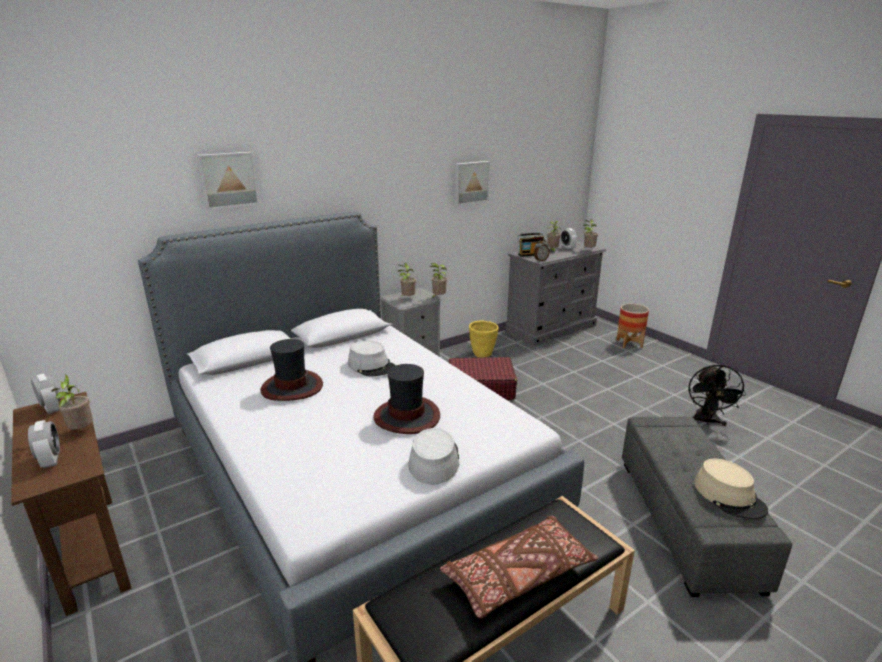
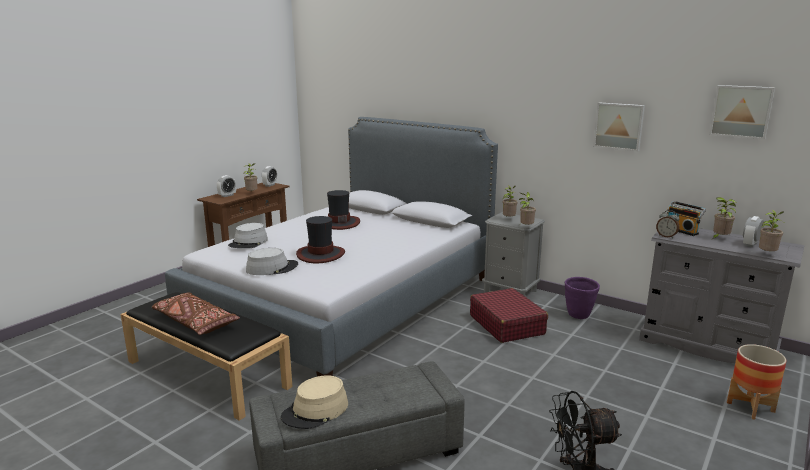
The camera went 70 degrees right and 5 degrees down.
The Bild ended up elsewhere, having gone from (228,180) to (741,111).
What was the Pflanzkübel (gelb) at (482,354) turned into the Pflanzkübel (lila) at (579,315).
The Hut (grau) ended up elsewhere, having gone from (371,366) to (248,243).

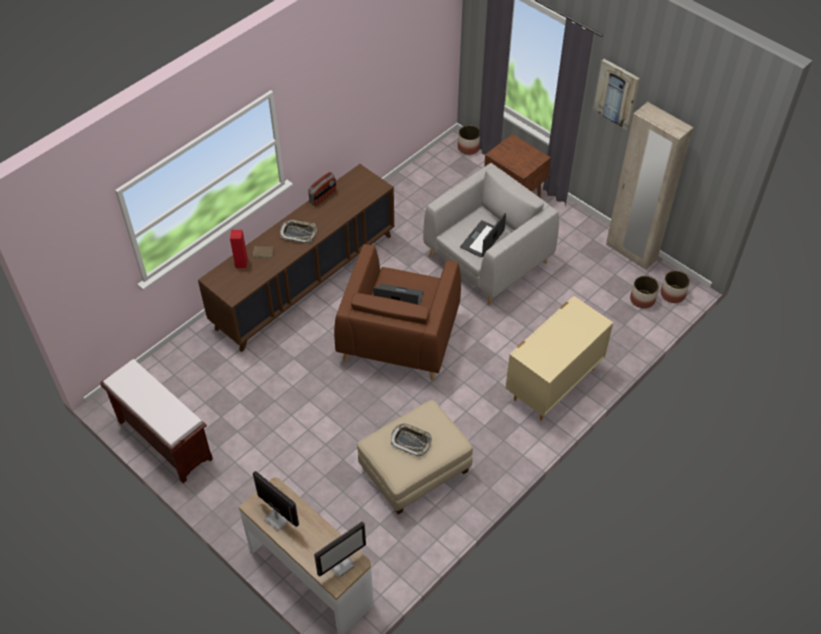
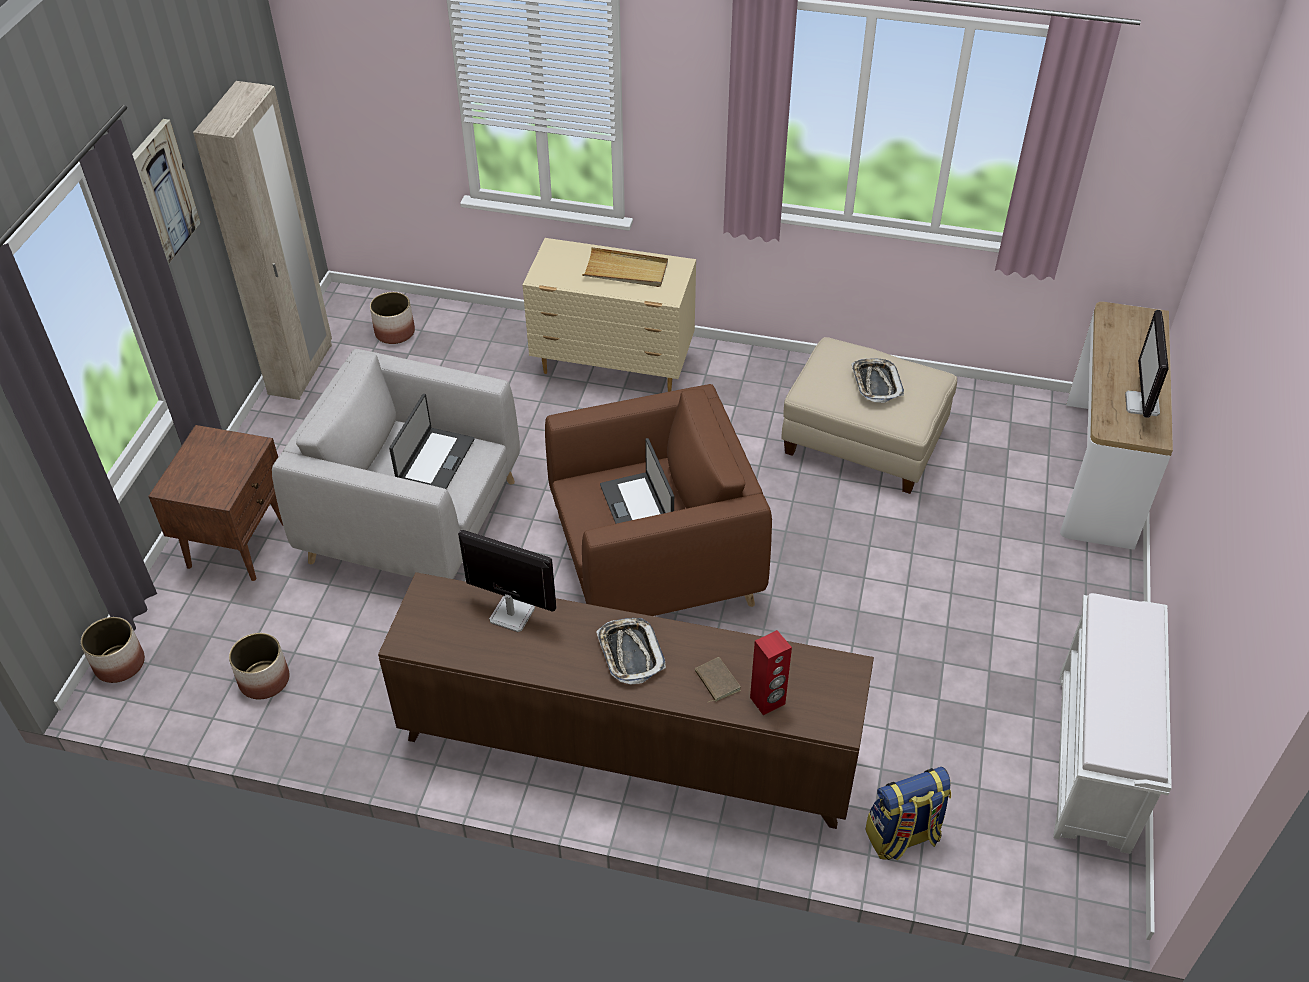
The camera went 120 degrees left and 5 degrees down.
The second view lost the Radio at (323,197).
The Laptop at (482,240) ended up facing another way, 75 degrees counterclockwise from before.
The Pflanzkübel ended up elsewhere, having gone from (672,294) to (265,680).
What was the Bank (braun) at (163,440) turned into the Bank (weiß) at (1094,761).
The Monitor ended up elsewhere, having gone from (341,563) to (511,614).
The second view gained the Tablett (beige) at (626,271).
The second view gained the Rucksack at (902,836).

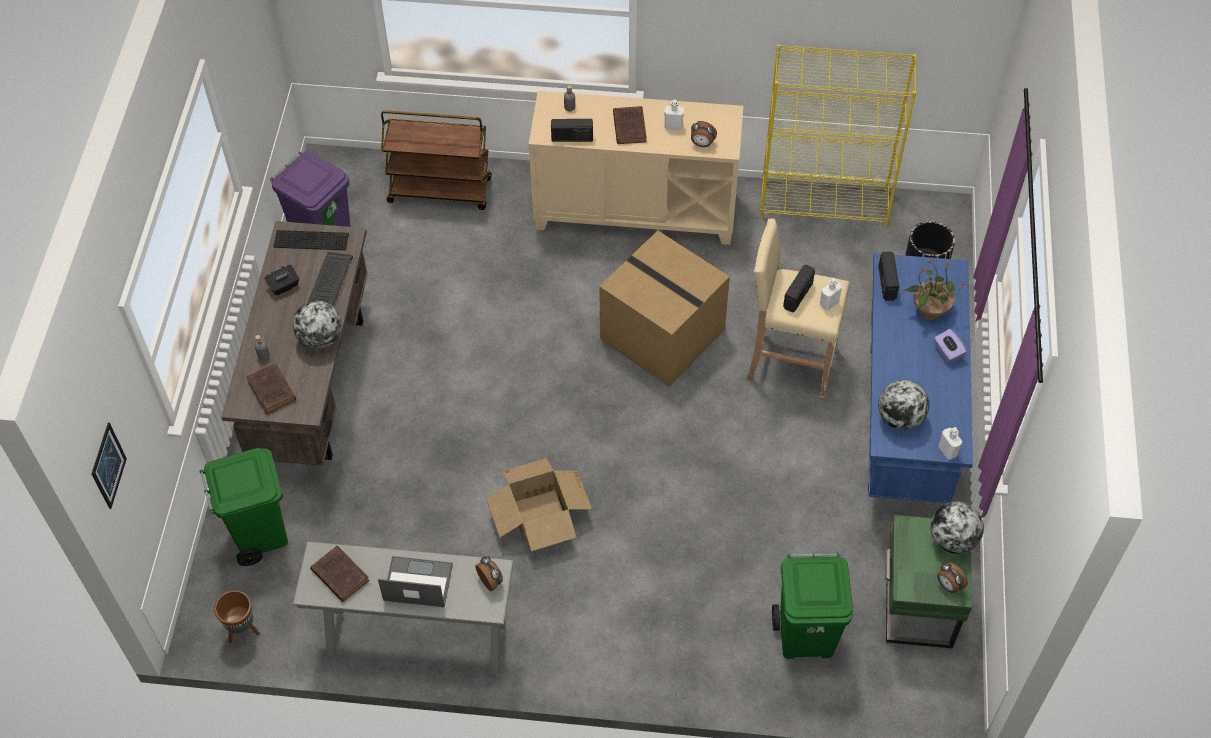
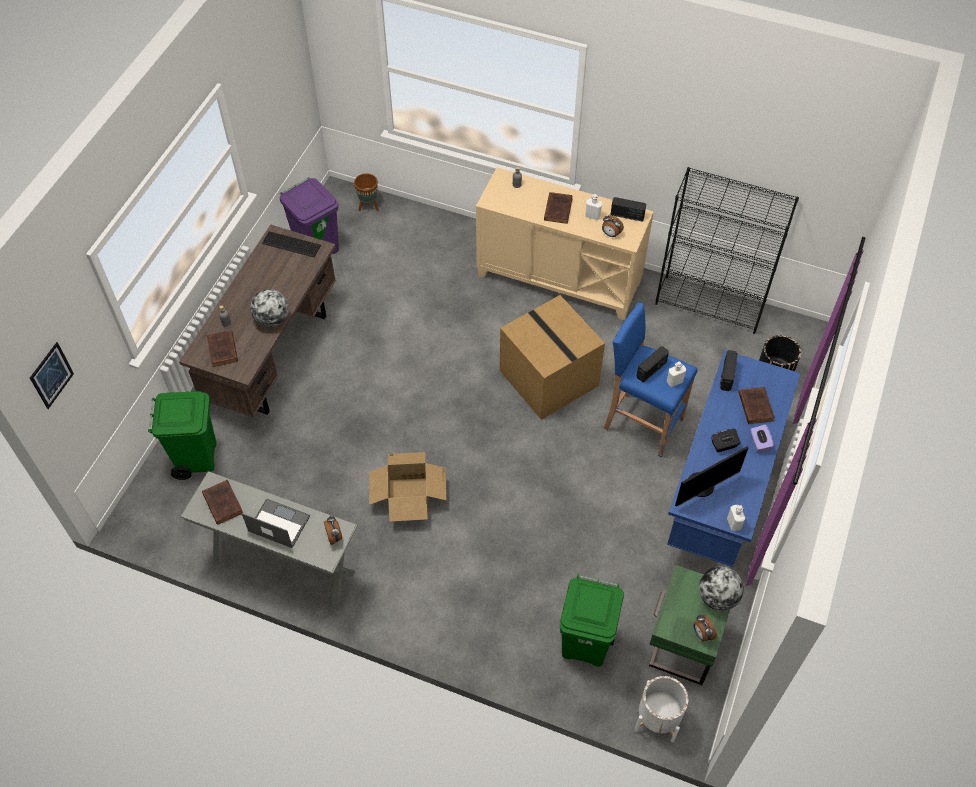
The camera went 15 degrees right and 0 degrees up.
What was the Bücherregal (gelb) at (825,203) turned into the Bücherregal (schwarz) at (710,304).
The second view lost the Rollwagen (braun) at (441,190).
The Radio ended up elsewhere, having gone from (572,138) to (627,215).
What was the Hocker (beige) at (789,363) turned into the Hocker (blau) at (641,423).
The second view lost the Tastatur at (328,283).
Where the Topfpflanze stood at (929,310), the Buch (braun) came to stand at (755,406).
The Taschentuchbox (schwarz) ended up elsewhere, having gone from (284,286) to (724,445).
Where the Globus stood at (900,418), the Monitor came to stand at (702,487).
The Pflanzkübel (braun) ended up elsewhere, having gone from (242,630) to (368,206).
The second view gained the Pflanzkübel (weiß) at (658,718).

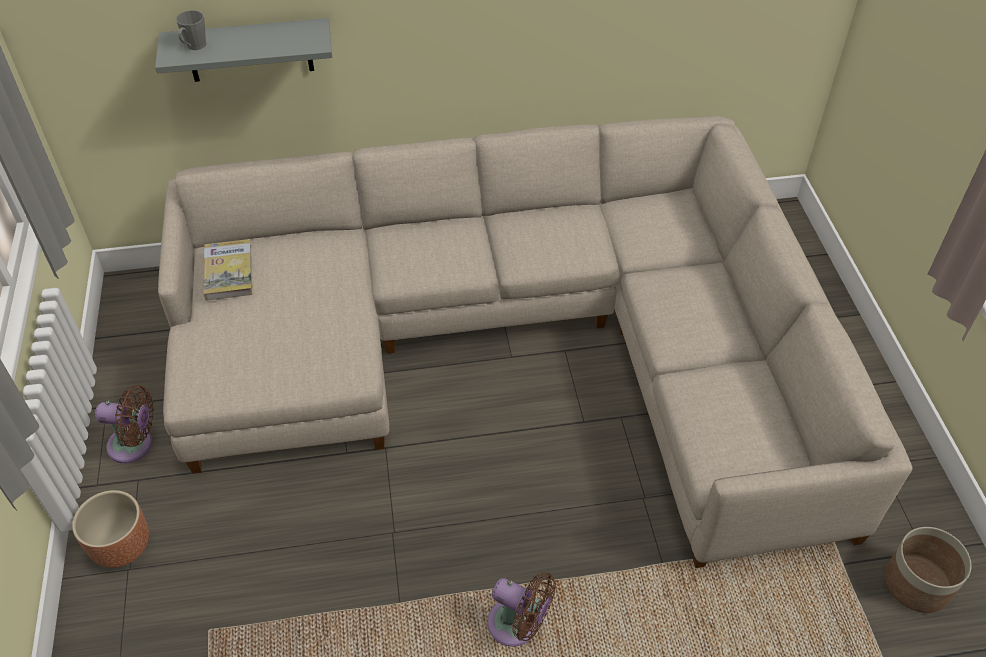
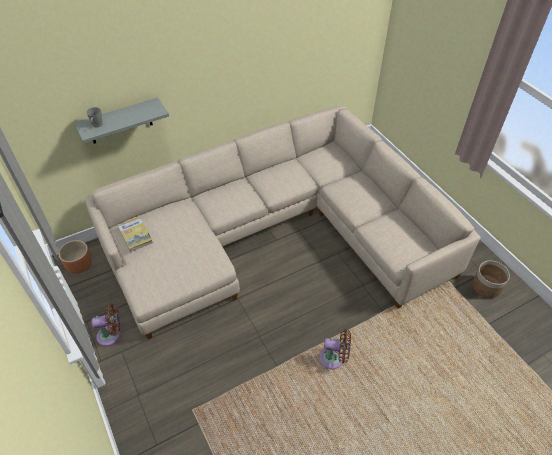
The camera went 20 degrees left and 0 degrees up.
The Pflanzkübel (braun) ended up elsewhere, having gone from (122,545) to (80,265).

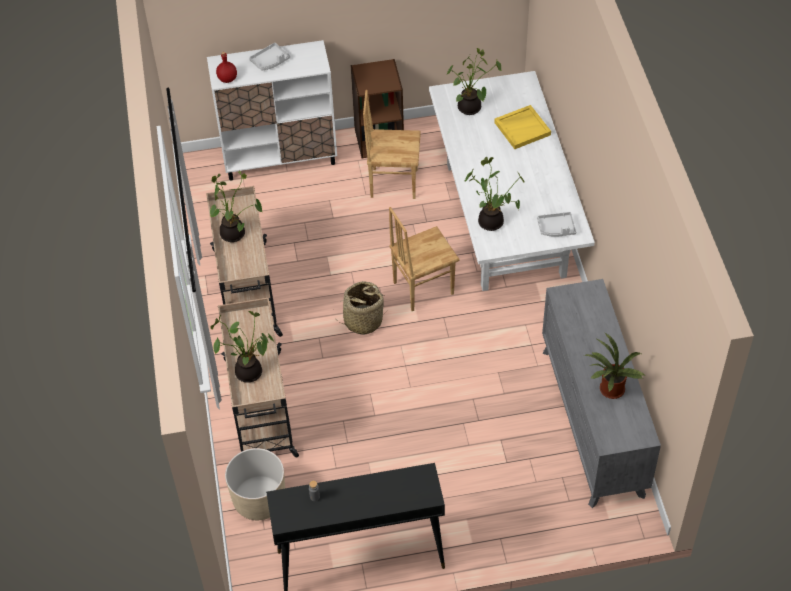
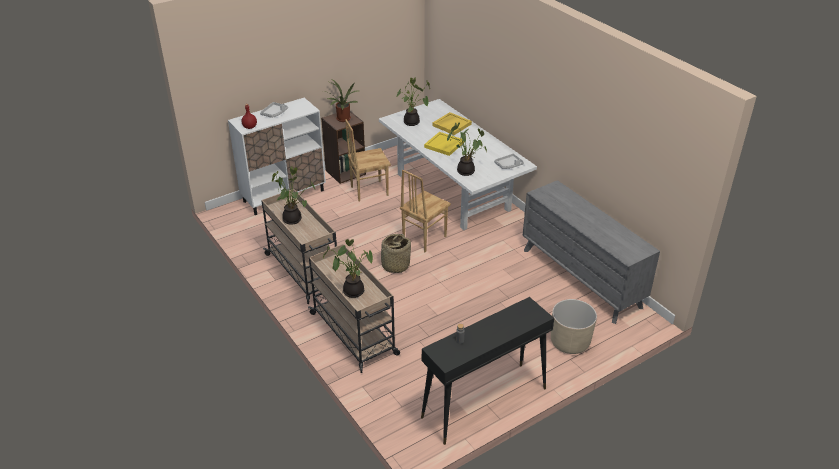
The camera went 25 degrees left and 15 degrees down.
The Topfpflanze ended up elsewhere, having gone from (610,391) to (342,119).
The Pflanzkübel (beige) ended up elsewhere, having gone from (259,500) to (570,342).
The second view gained the Tablett (gelb) at (444,145).

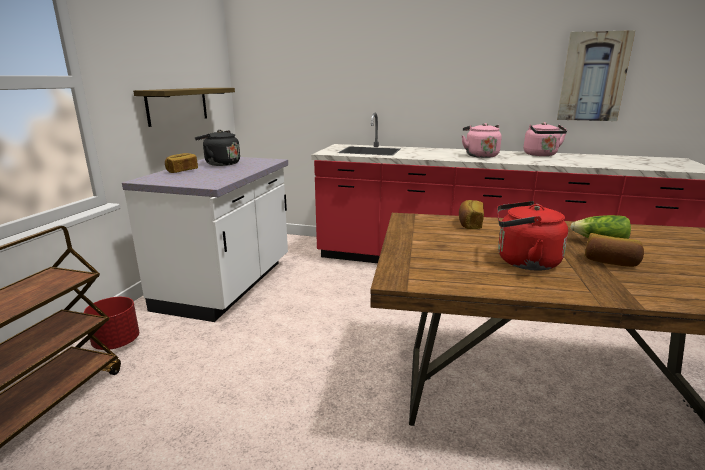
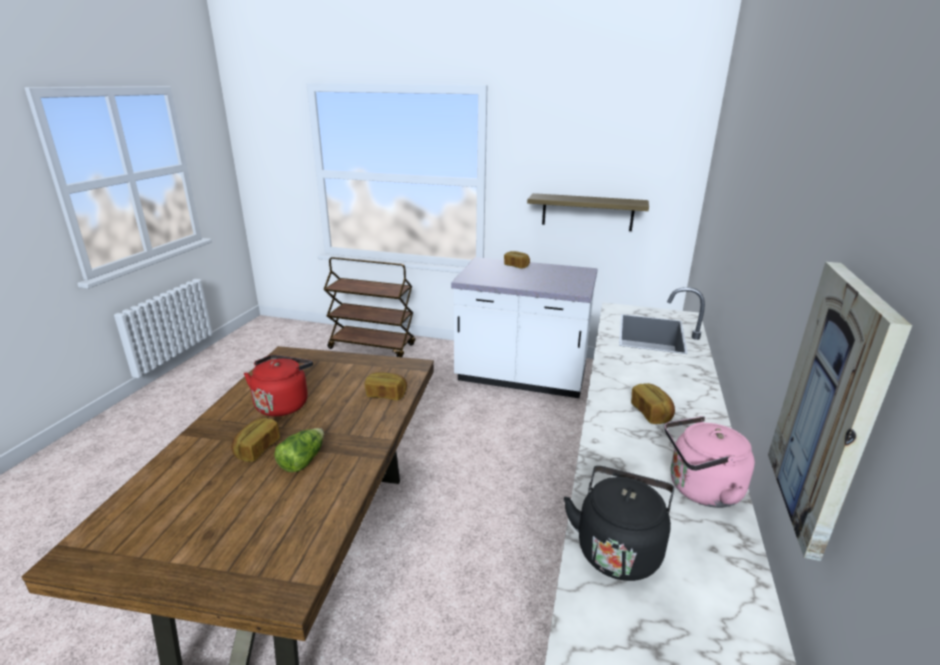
The camera went 90 degrees right and 5 degrees up.
Where the Wasserkessel (rosa) stood at (480,155), the Brot came to stand at (651,413).
The Wasserkessel (schwarz) ended up elsewhere, having gone from (220,164) to (618,549).
The second view lost the Pflanzkübel (rot) at (117,342).

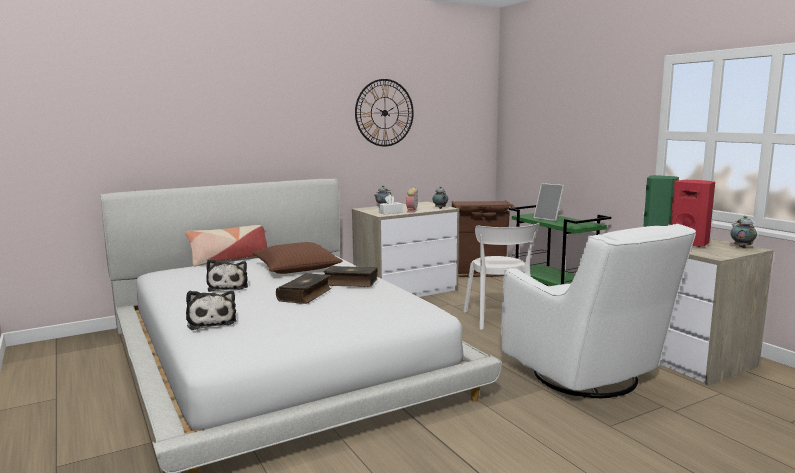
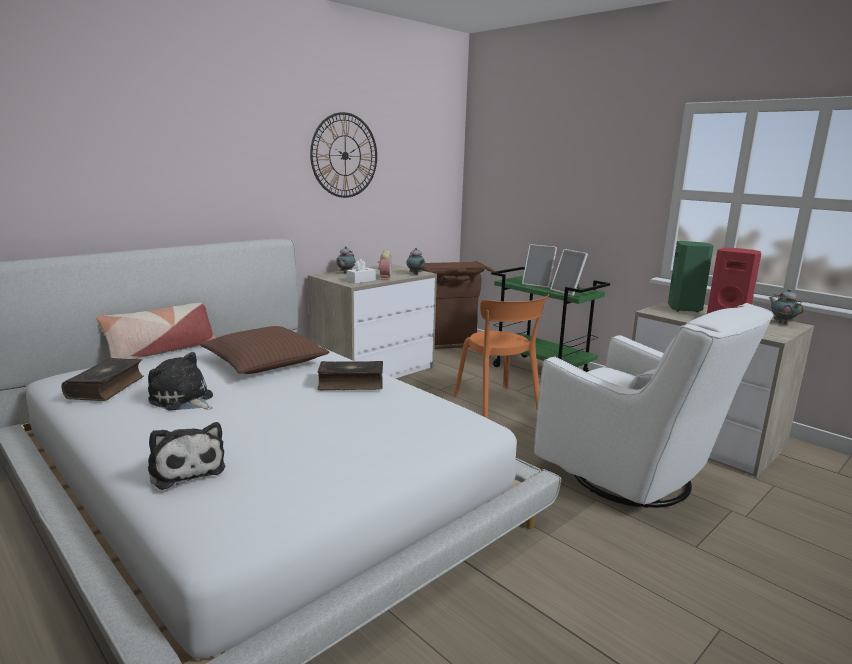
The camera went 15 degrees left and 5 degrees up.
What was the Stuhl (weiß) at (499,319) turned into the Stuhl (orange) at (498,404).
The Plüschtier at (228,287) ended up facing another way, 150 degrees clockwise from before.
The Buch ended up elsewhere, having gone from (305,295) to (107,387).
The second view gained the Bilderrahmen at (568,292).

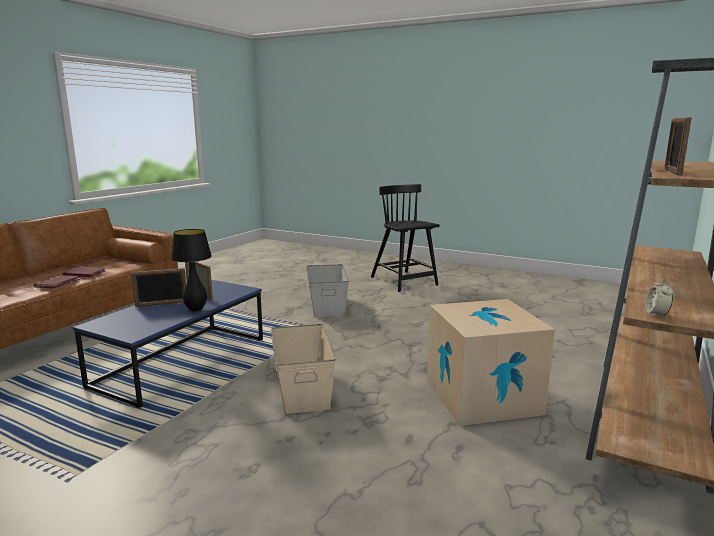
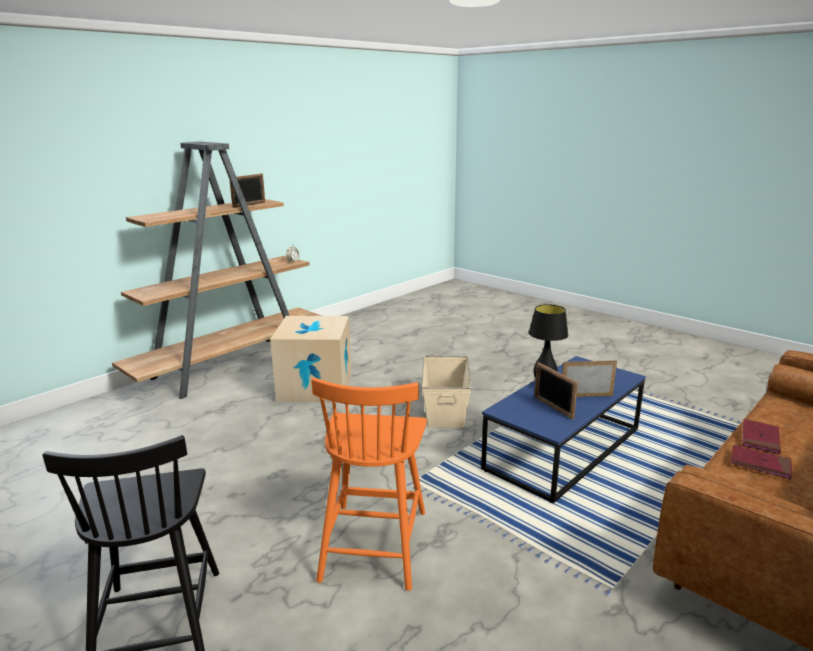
The camera went 165 degrees left and 5 degrees up.
Where the Aufbewahrungsbox (grau) stood at (327,305), the Stuhl (orange) came to stand at (374,543).

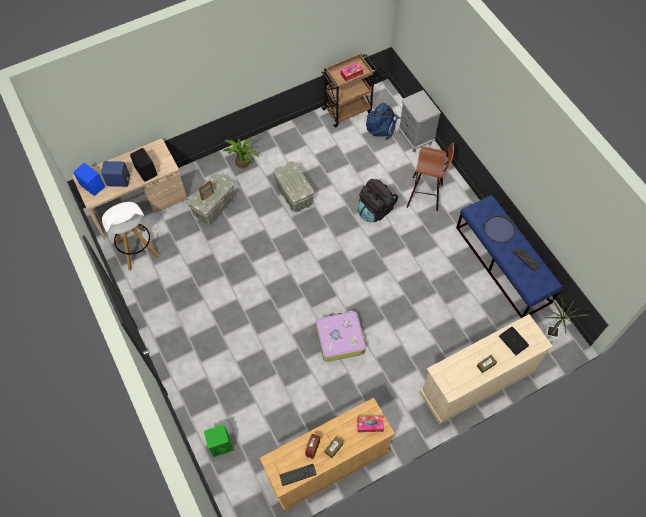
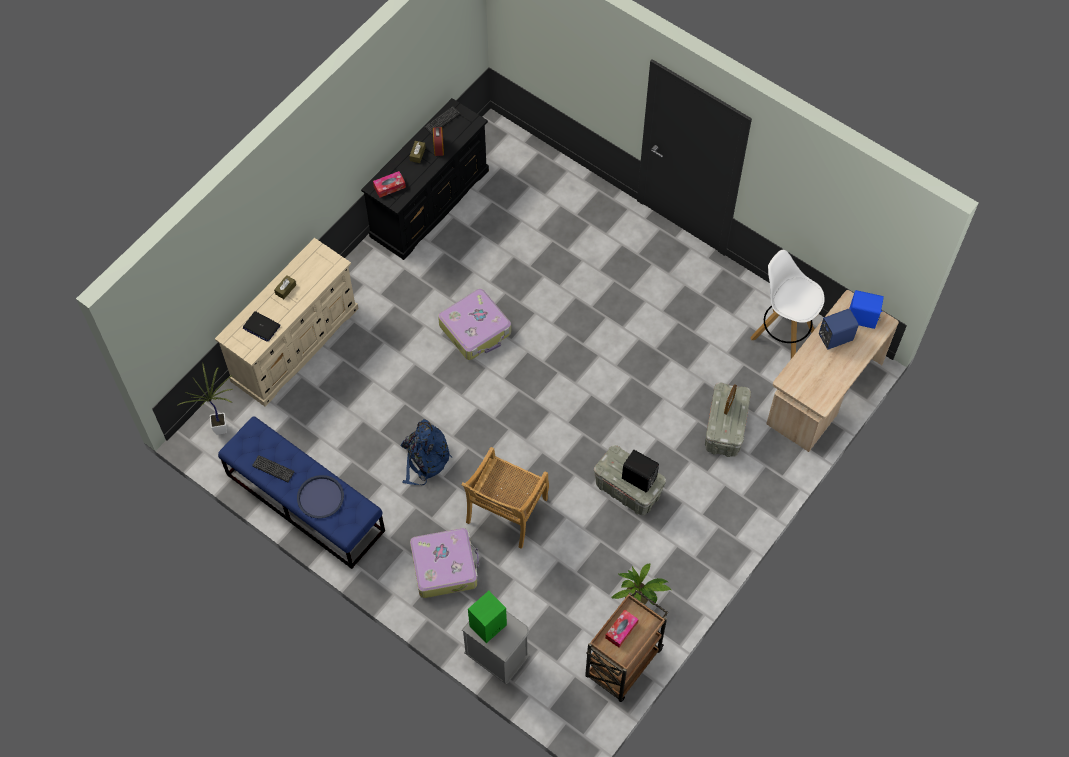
The camera went 155 degrees right and 0 degrees up.
The Rucksack (blau) ended up elsewhere, having gone from (382,126) to (424,459).
The Topfpflanze ended up elsewhere, having gone from (241,161) to (639,598).
Where the Hocker stood at (426,194), the Koffer came to stand at (445,566).
The Lautsprecher (schwarz) ended up elsewhere, having gone from (146,171) to (639,479).
Where the Rucksack (schwarz) stood at (375,210), the Stuhl (beige) came to stand at (506,512).
What was the Kommode (beige) at (327,464) turned into the Kommode (schwarz) at (430,202).
The Lautsprecher (grün) ended up elsewhere, having gone from (221,444) to (488,626).

